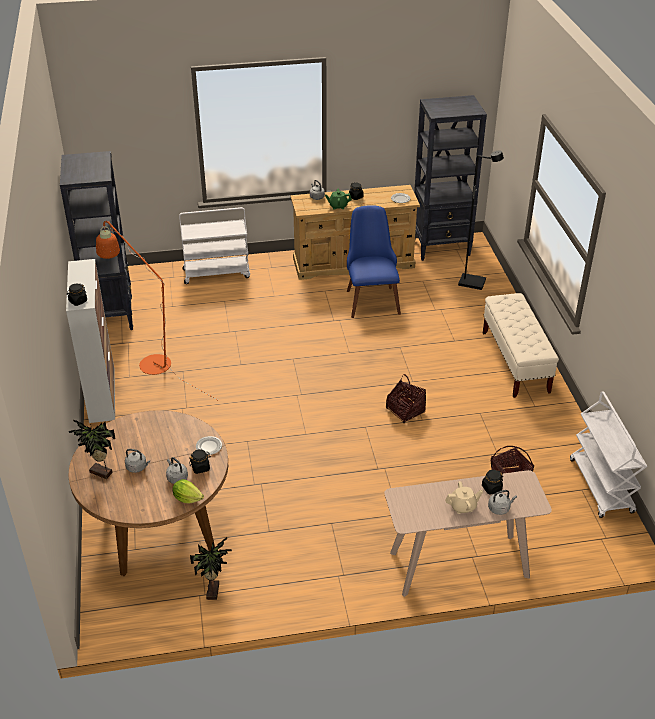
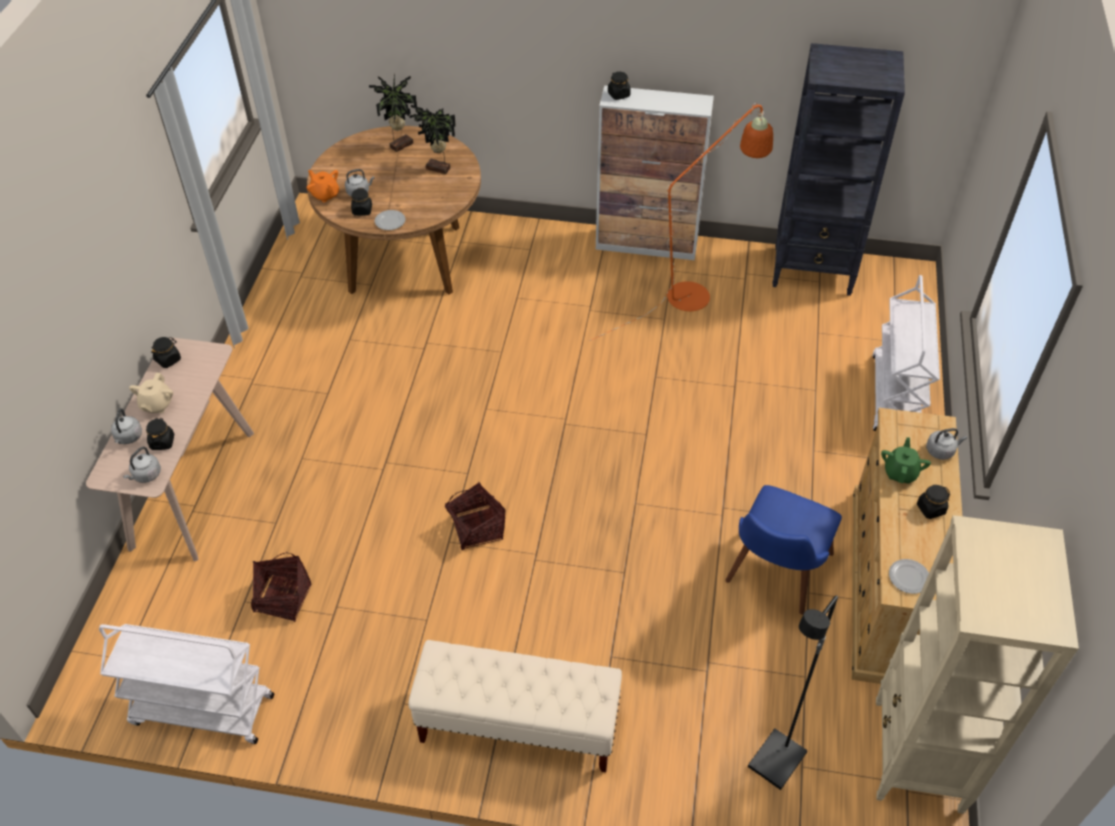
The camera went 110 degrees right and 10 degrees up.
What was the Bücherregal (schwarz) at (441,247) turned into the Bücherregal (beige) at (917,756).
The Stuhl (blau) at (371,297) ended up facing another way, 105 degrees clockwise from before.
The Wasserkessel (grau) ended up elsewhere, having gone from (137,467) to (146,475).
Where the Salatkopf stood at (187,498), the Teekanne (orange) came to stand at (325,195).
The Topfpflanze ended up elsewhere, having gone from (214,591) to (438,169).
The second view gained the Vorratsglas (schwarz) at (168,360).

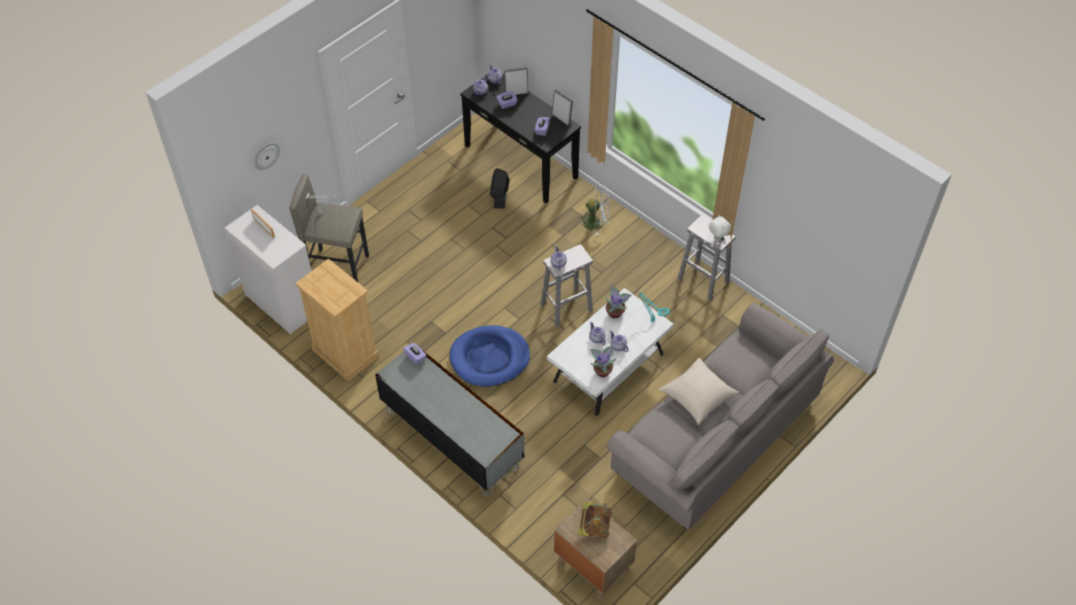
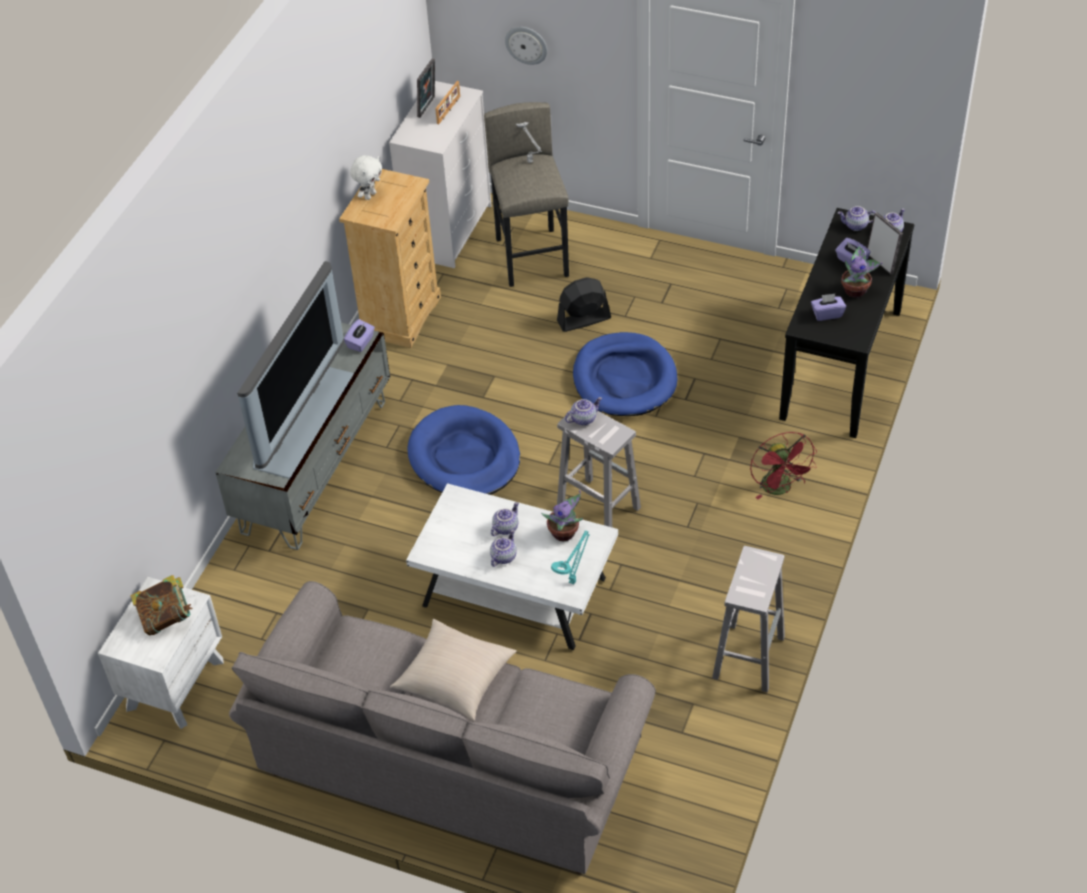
The camera went 70 degrees right and 5 degrees down.
The Bilderrahmen ended up elsewhere, having gone from (562,119) to (428,107).
The Ventilator (schwarz) ended up elsewhere, having gone from (499,196) to (583,319).
What was the Ventilator (weiß) at (596,222) turned into the Ventilator (rot) at (780,489).
The Plüschtier (weiß) ended up elsewhere, having gone from (716,241) to (370,195).
The Topfpflanze ended up elsewhere, having gone from (602,370) to (856,290).
What was the Nachttisch (braun) at (592,566) turned into the Nachttisch (weiß) at (175,683).
The second view gained the Fernseher at (300,419).
The second view gained the Hundebett (blau) at (624,379).

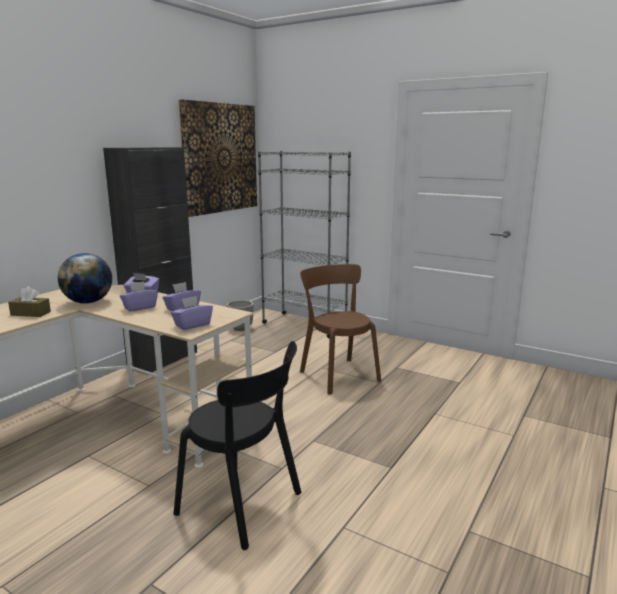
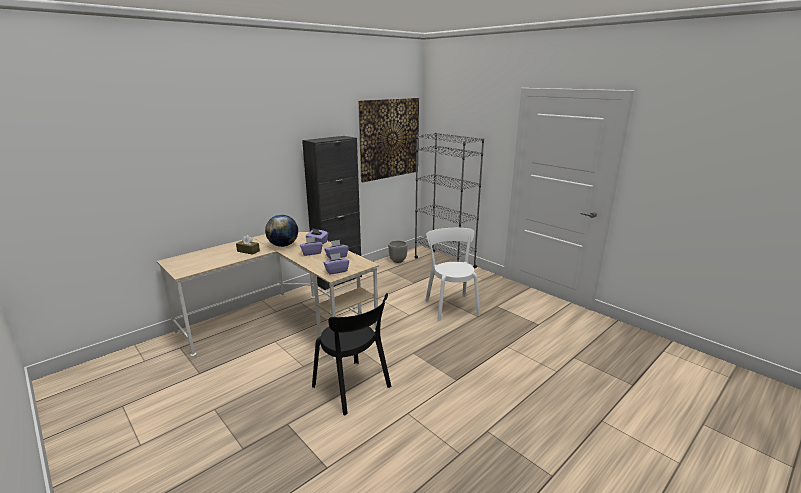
The camera went 15 degrees right and 5 degrees up.
What was the Stuhl (braun) at (337,374) turned into the Stuhl (weiß) at (451,306).

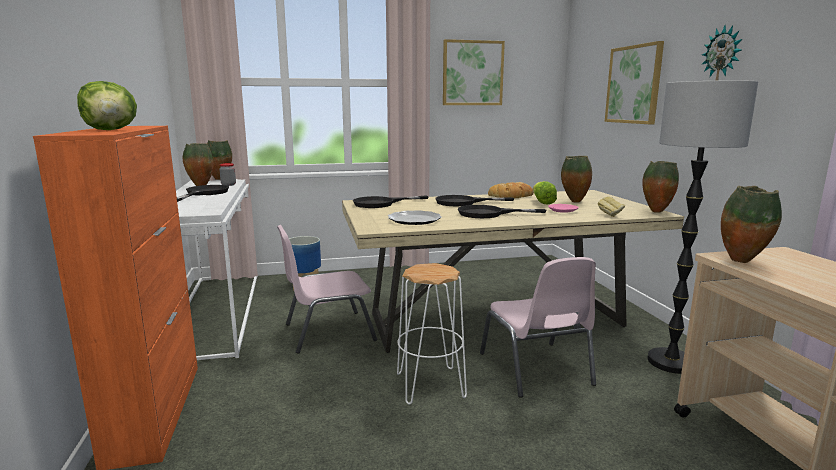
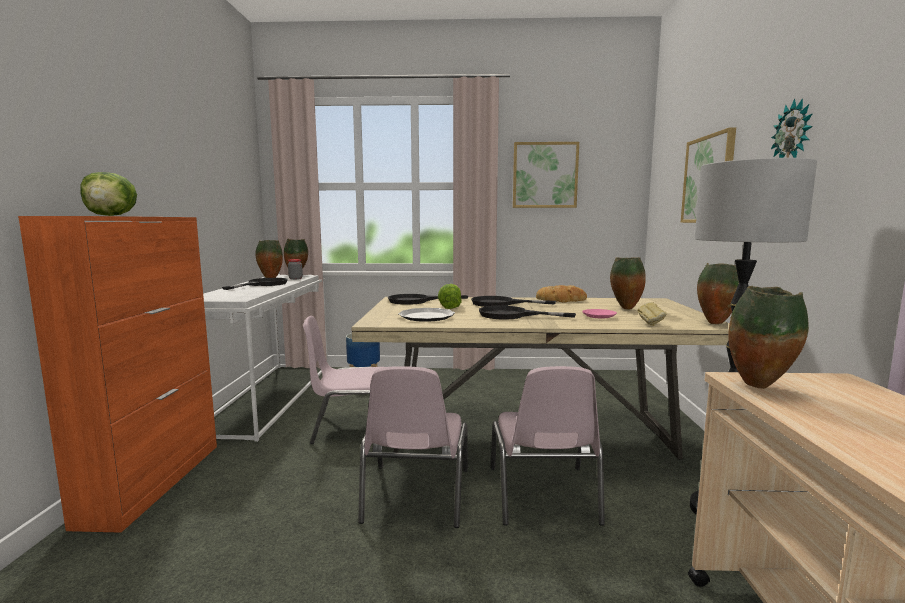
The camera went 15 degrees right and 5 degrees down.
The Salatkopf ended up elsewhere, having gone from (542,202) to (451,307).
Where the Hocker (weiß) stood at (430,385), the Stuhl (rosa) came to stand at (415,496).

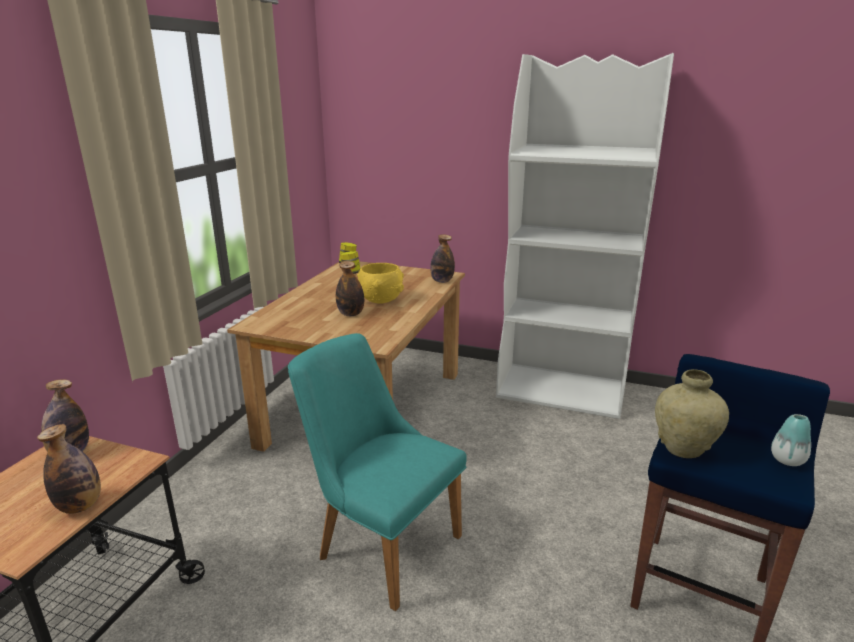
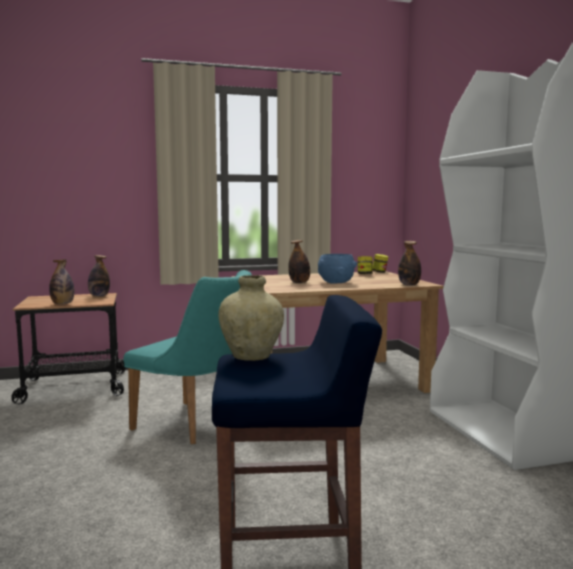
The camera went 55 degrees right and 15 degrees down.
What was the Schüssel (gelb) at (381,300) turned into the Schüssel (blau) at (336,283).
The Stuhl (türkis) at (379,542) ended up facing another way, 120 degrees clockwise from before.
The second view lost the Vase at (787,460).

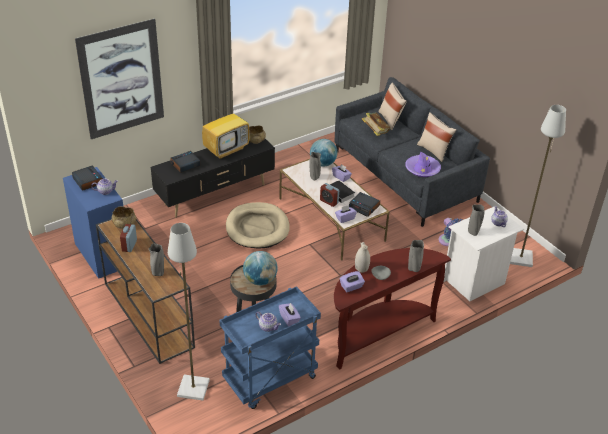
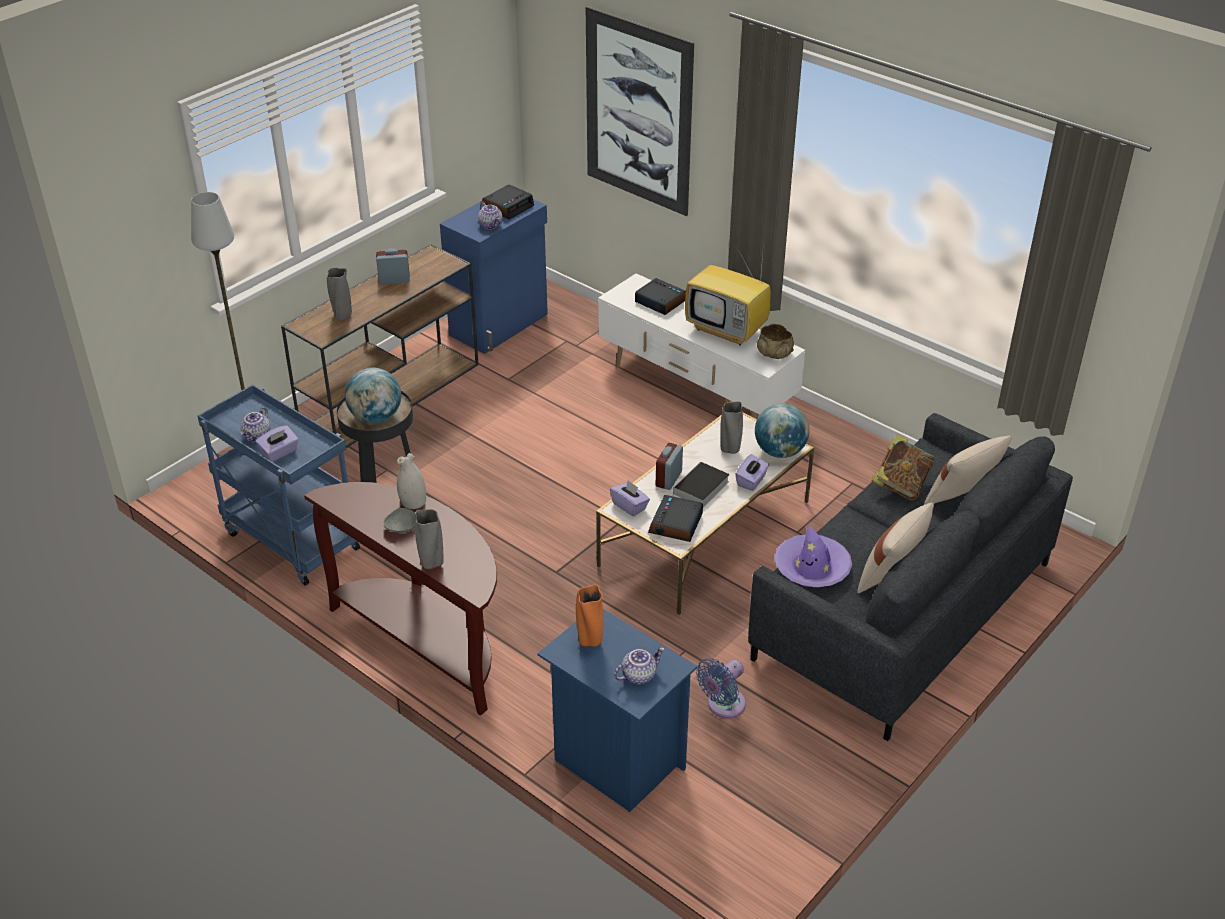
The camera went 75 degrees right and 0 degrees up.
The second view lost the Stehlampe (grau) at (521,258).
What was the Fernsehschrank (schwarz) at (216,195) turned into the Fernsehschrank (weiß) at (696,391).
The second view lost the Hundebett (beige) at (257,228).
What was the Vase (grau) at (473,232) turned into the Vase (orange) at (590,641).
The second view lost the Schüssel (beige) at (124,224).
What was the Nachttisch (weiß) at (475,282) turned into the Nachttisch (blau) at (615,762).
The second view lost the Taschentuchbox (lila) at (351,287).

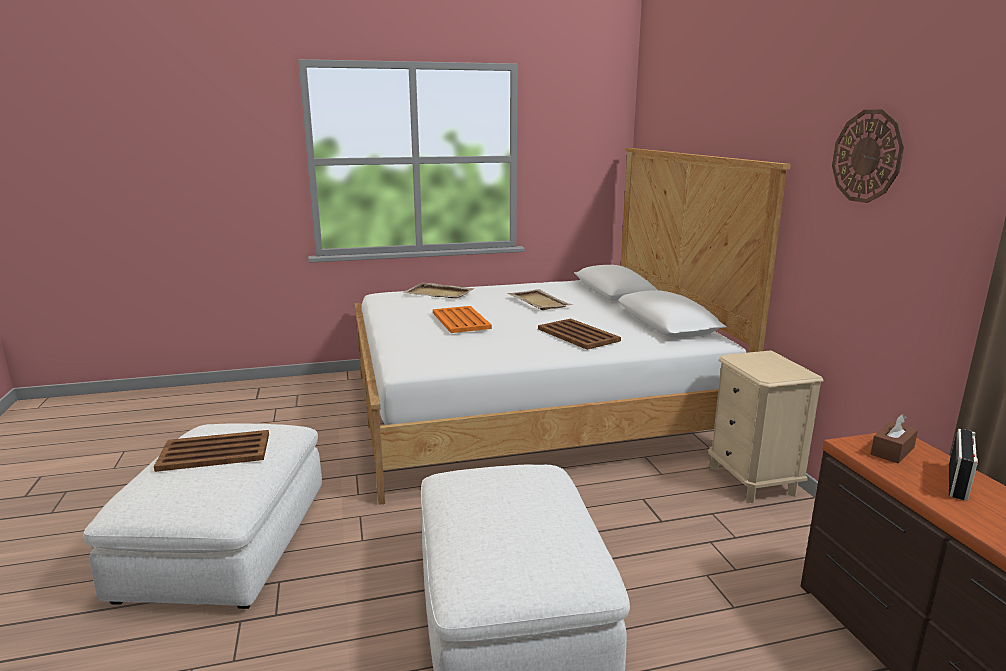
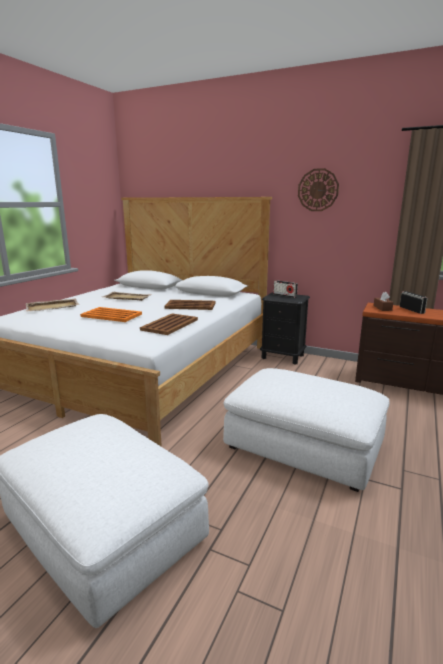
The camera went 50 degrees left and 0 degrees up.
What was the Nachttisch (beige) at (752,480) turned into the Nachttisch (schwarz) at (282,357).
The Tablett (braun) ended up elsewhere, having gone from (213,452) to (169,325).
The second view gained the Radio at (285,295).

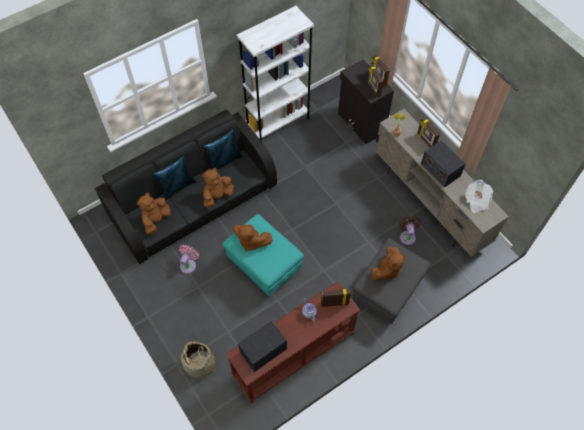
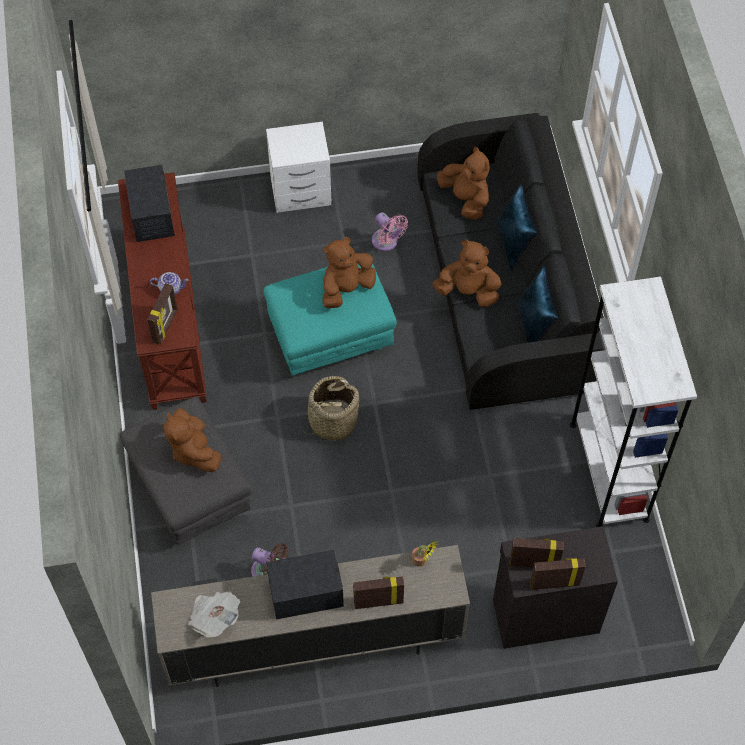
The camera went 115 degrees right and 0 degrees up.
The Plüschtier (braun) at (217,196) ended up facing another way, 60 degrees counterclockwise from before.
The Korb ended up elsewhere, having gone from (200,365) to (332,421).
The second view gained the Nachttisch (weiß) at (302,192).

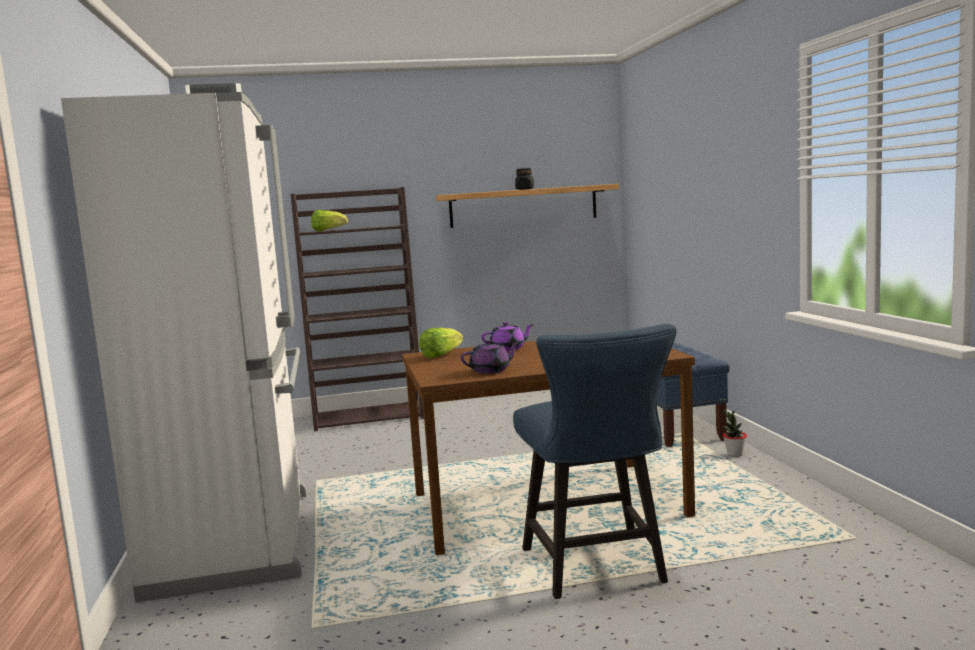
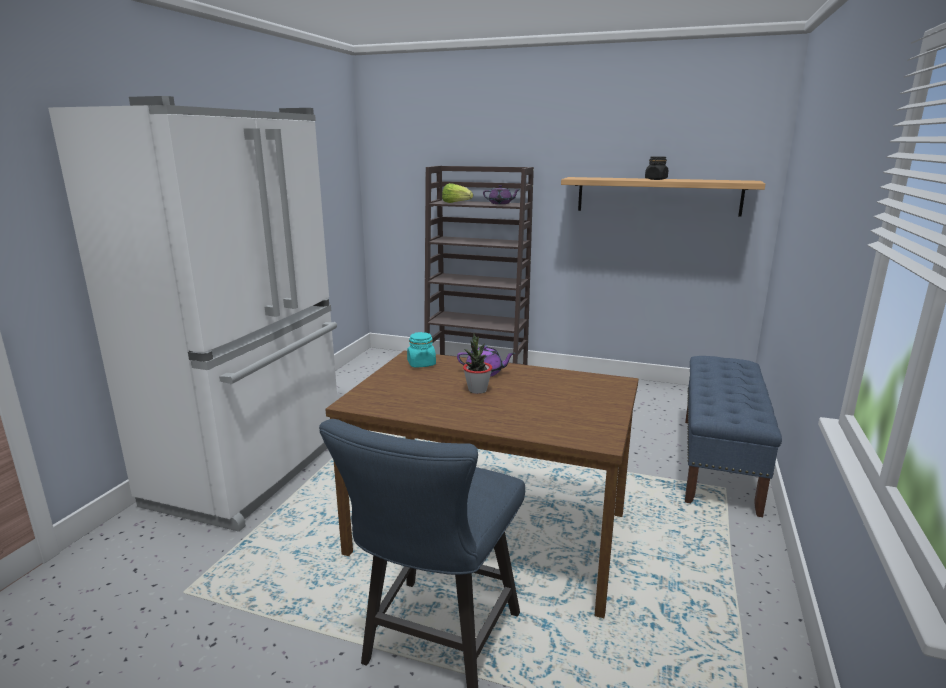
The camera went 30 degrees right and 10 degrees up.
Where the Salatkopf stood at (441,355), the Vorratsglas (türkis) came to stand at (421,364).
The Teekanne (lila) ended up elsewhere, having gone from (491,370) to (500,203).
The Topfpflanze ended up elsewhere, having gone from (735,454) to (477,390).

